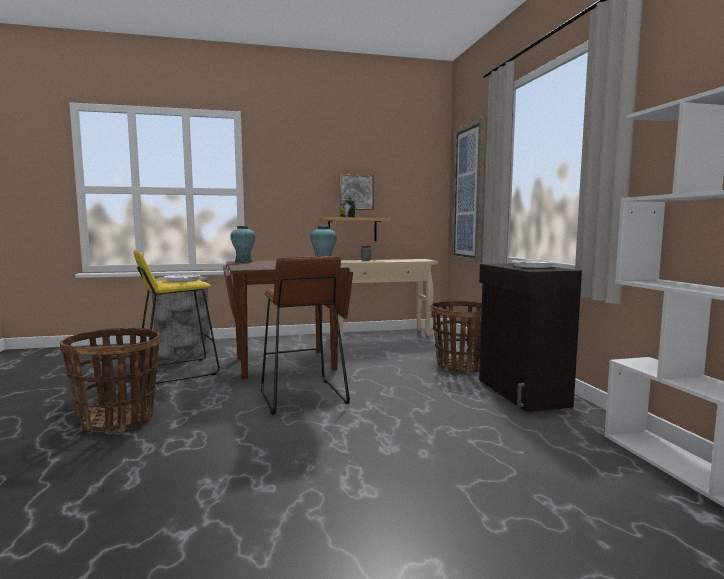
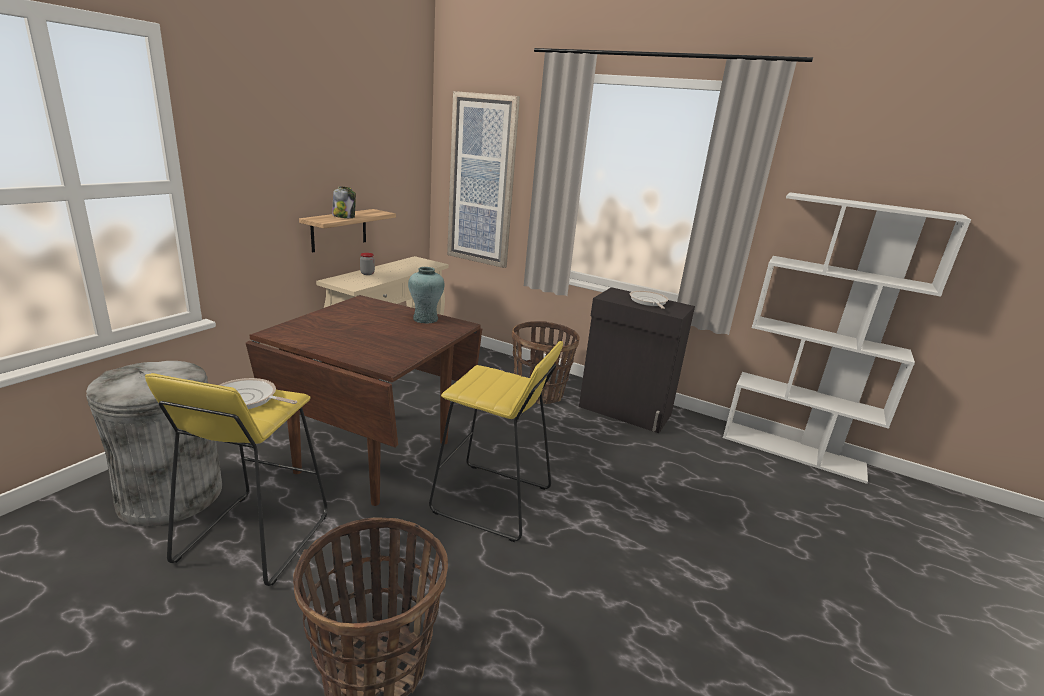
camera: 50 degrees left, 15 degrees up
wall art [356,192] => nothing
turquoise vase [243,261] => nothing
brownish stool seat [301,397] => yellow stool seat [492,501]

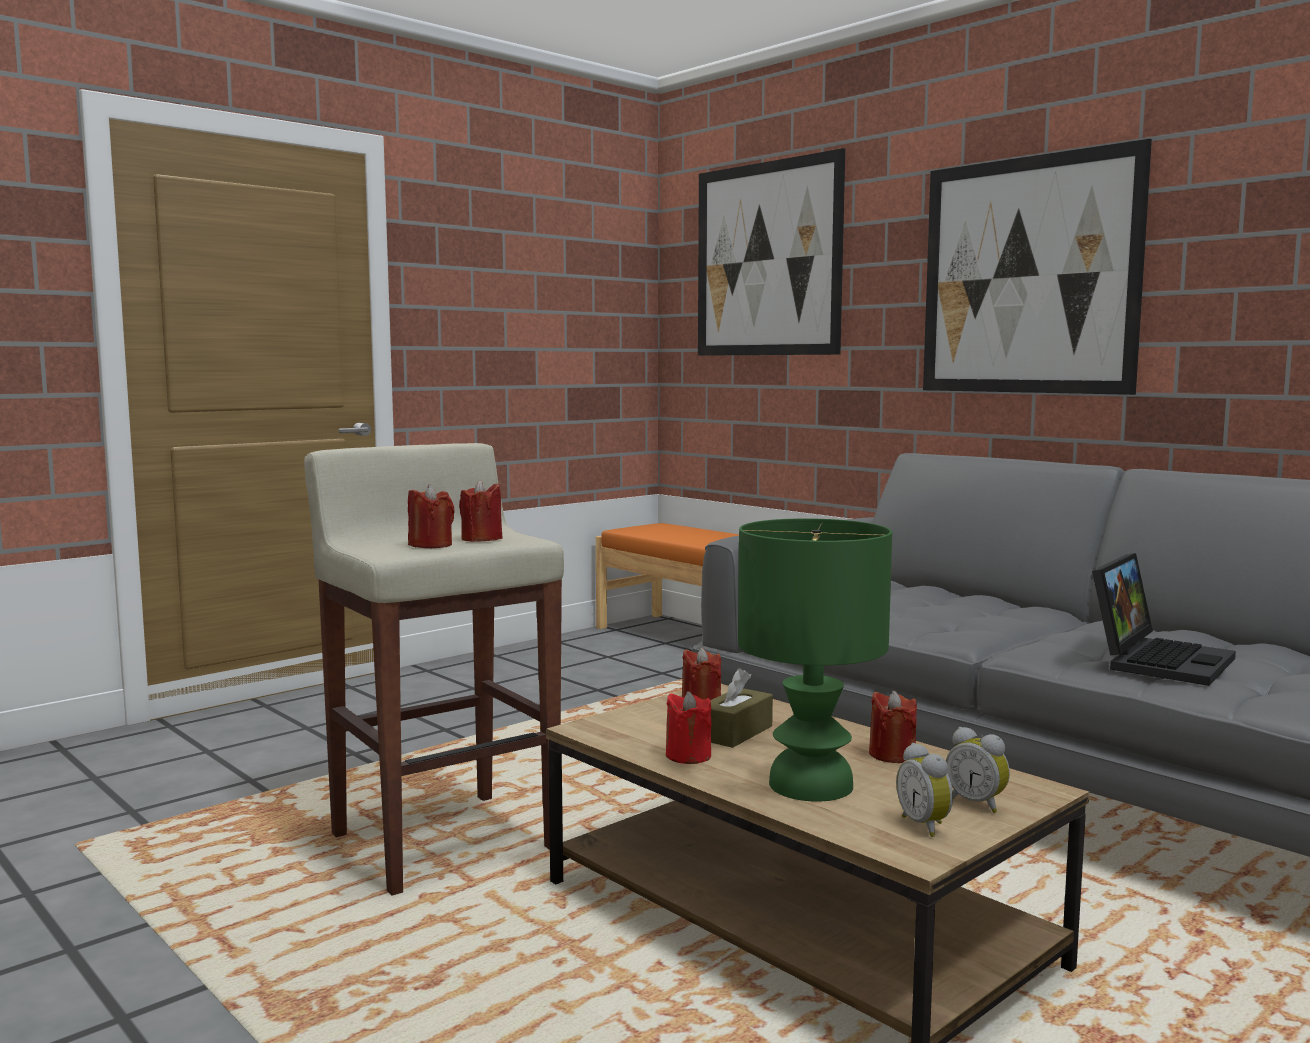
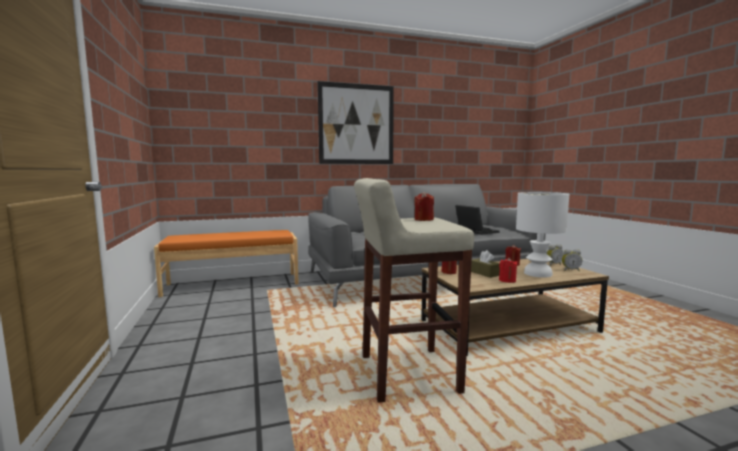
camera: 65 degrees left, 0 degrees up
wall art [767,259] => nothing
red candle [431,545] => nothing
green-coloured table lamp [808,785] => whitish table lamp [538,274]

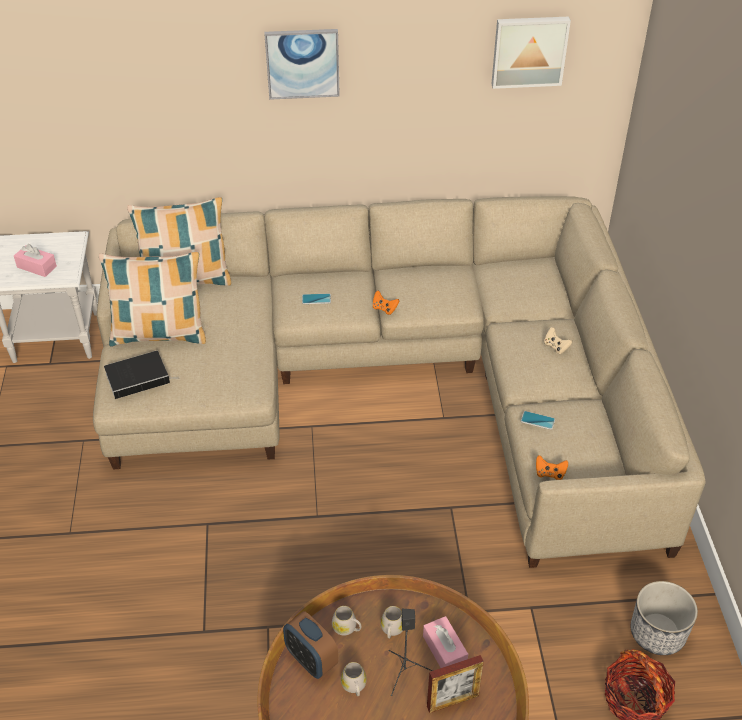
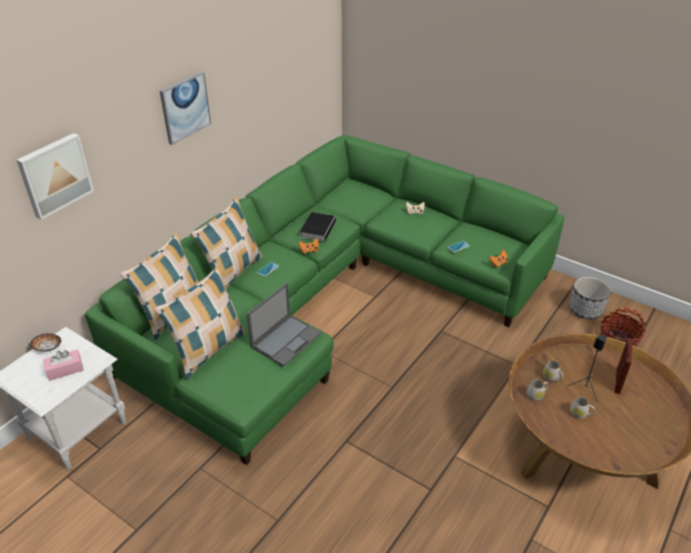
camera: 50 degrees left, 5 degrees down
wall art [529,51] => wall art [54,175], shifted
beige-coloured settee [394,382] => green-coloured settee [327,299]
book [139,377] => book [318,228], shifted
alarm clock [311,660] => nothing
pink-coloured box of tissues [444,650] => nothing
nothing => pillow [233,272]
nothing => portable computer [286,339]
nothing => bowl [48,348]

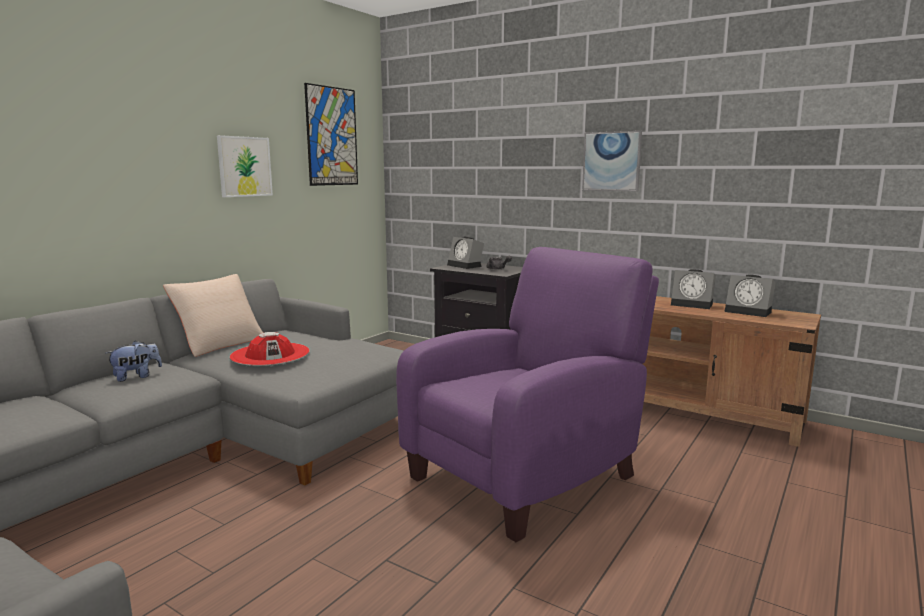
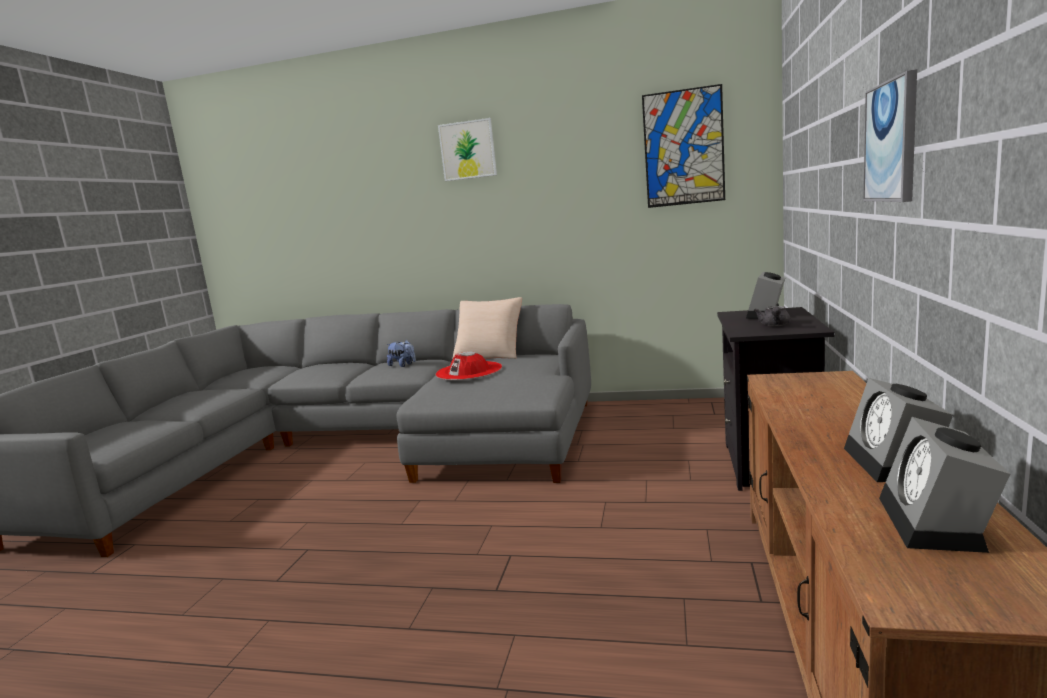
camera: 70 degrees right, 0 degrees up
wall art [244,166] => wall art [468,150], shifted
purple lounge chair [528,474] => nothing

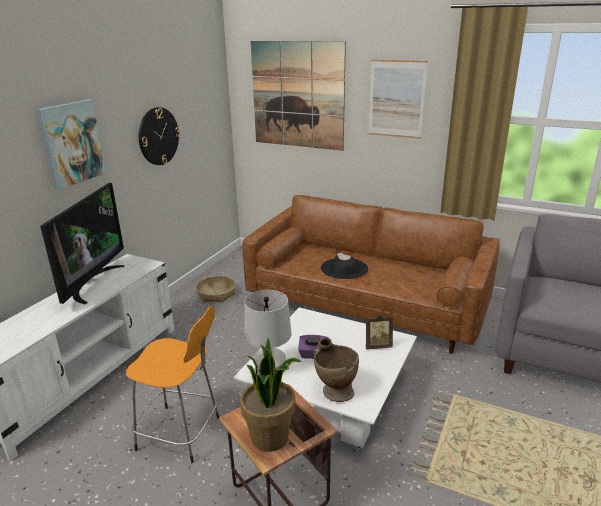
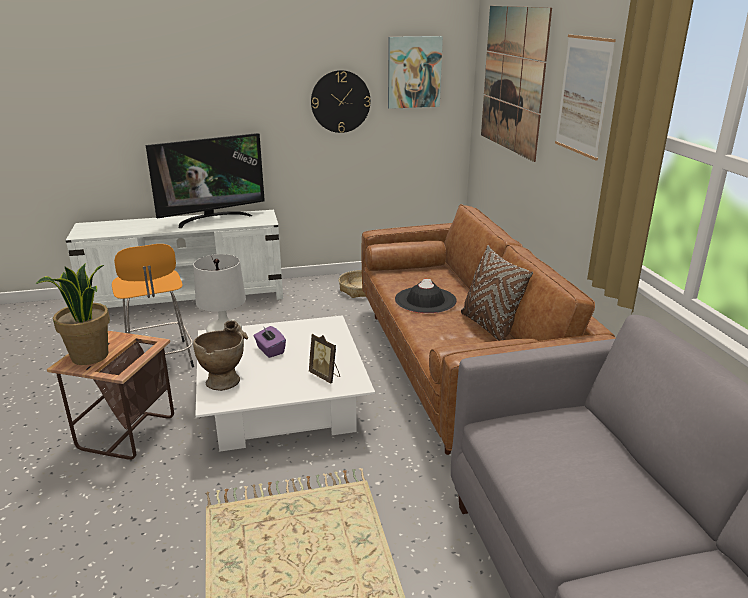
camera: 50 degrees right, 0 degrees up
wall art [72,143] => wall art [414,72], shifted
nothing => brownish pillow [489,327]

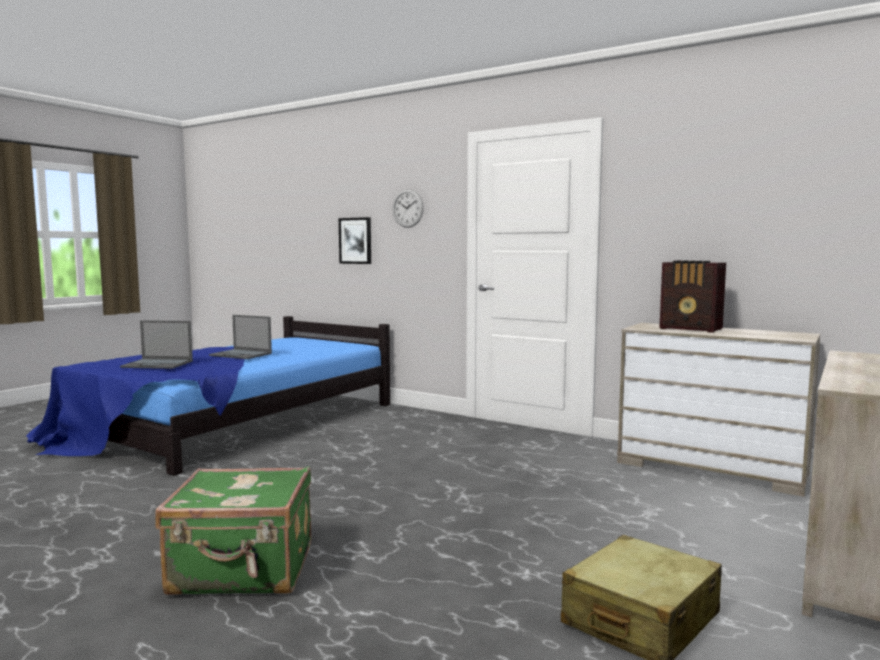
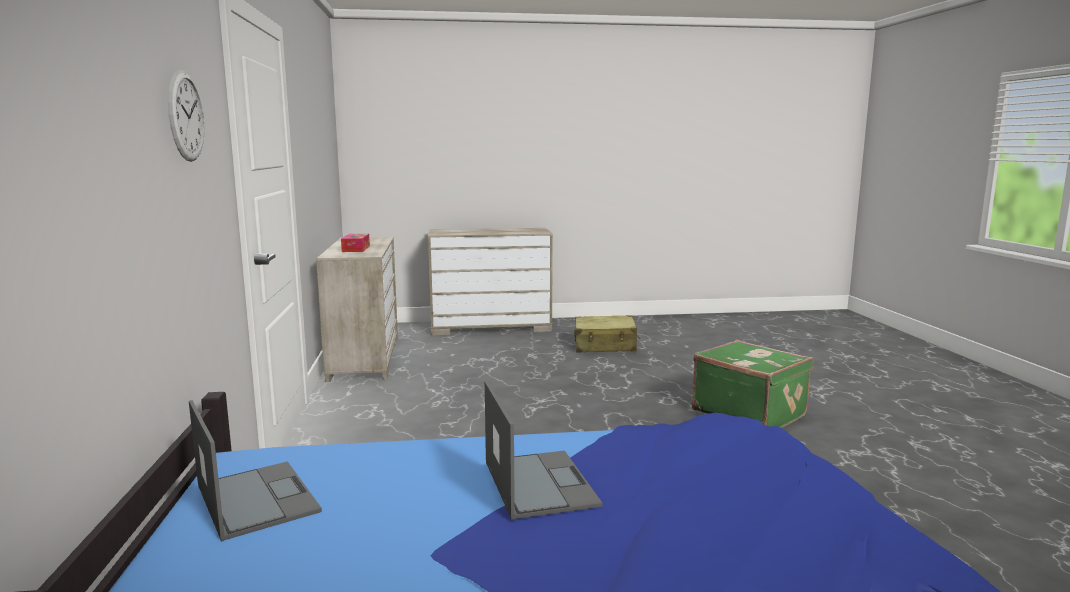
camera: 130 degrees left, 5 degrees up
wall art [355,240] => nothing
radio receiver [691,329] => box of tissues [356,249]
portable computer [158,364] => portable computer [256,498], shifted

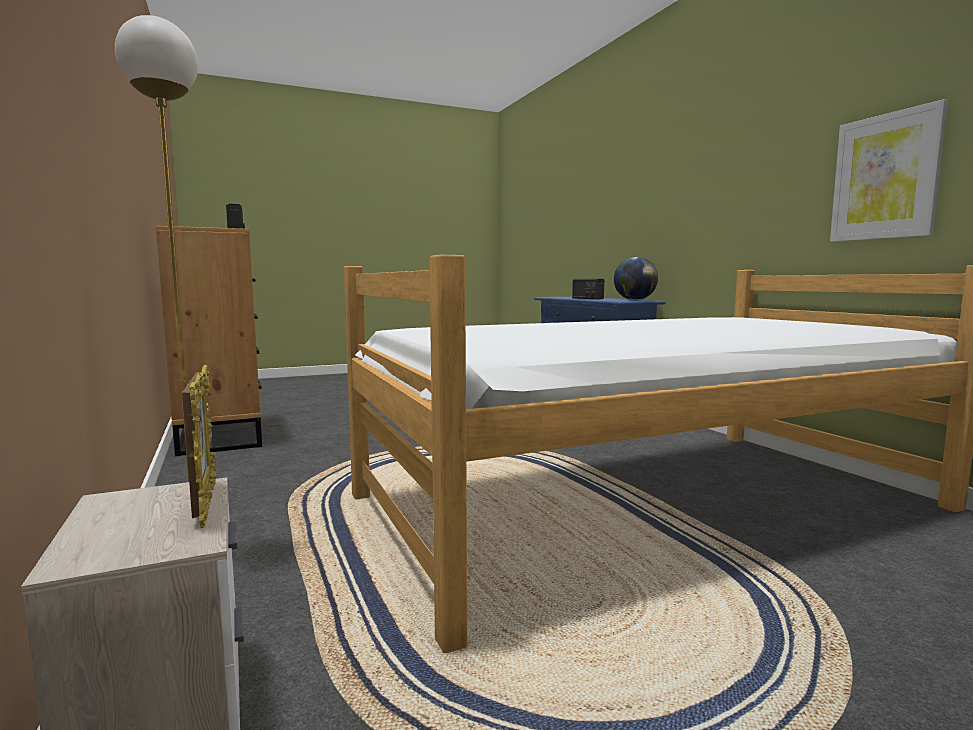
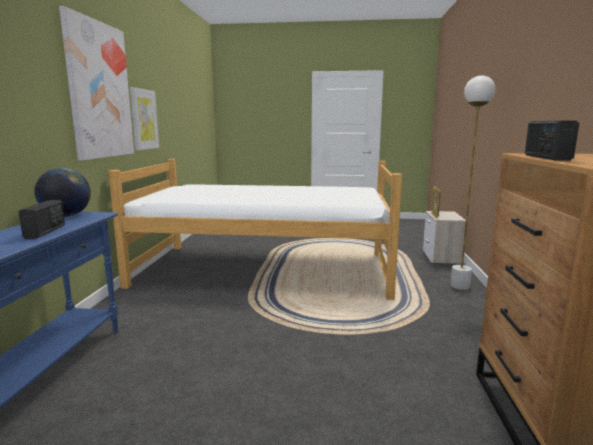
camera: 150 degrees left, 5 degrees up
nothing => wall art [99,91]

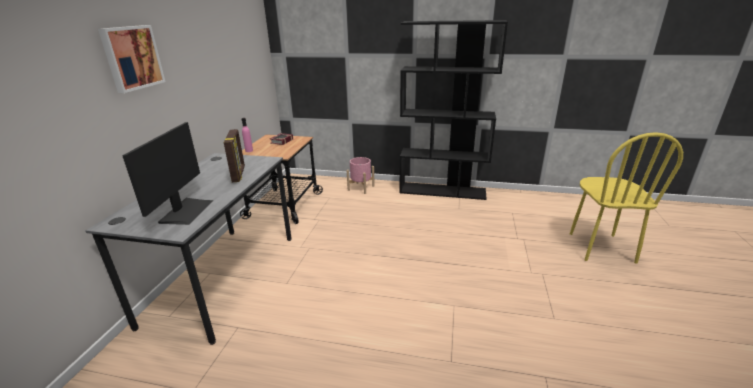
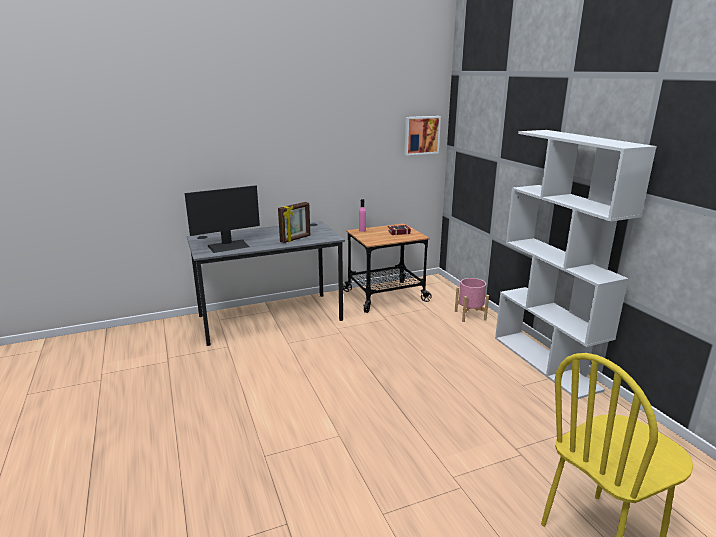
camera: 55 degrees right, 5 degrees down
blackish bookshelf [443,191] => whitish bookshelf [546,362]
wall art [131,57] => wall art [421,135], shifted

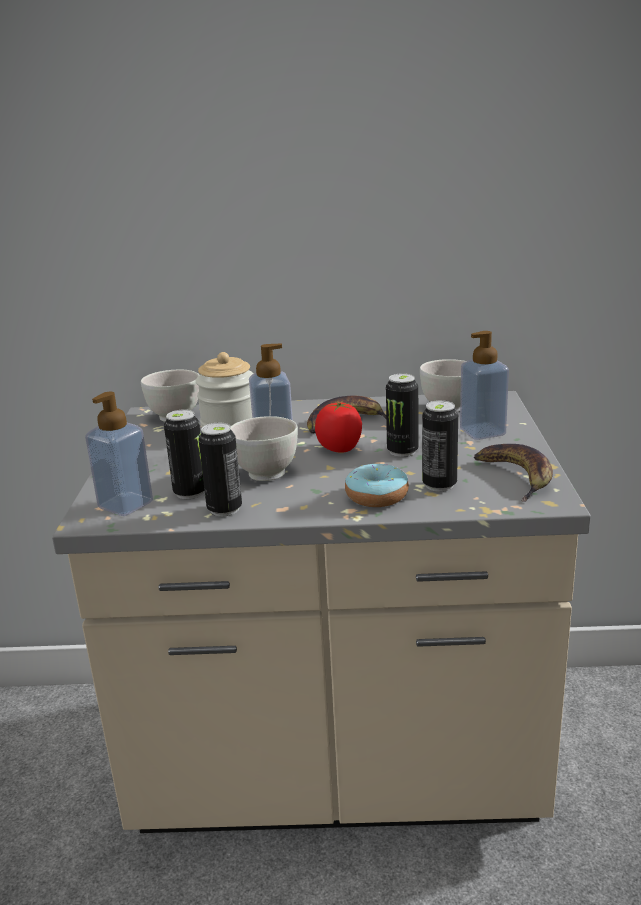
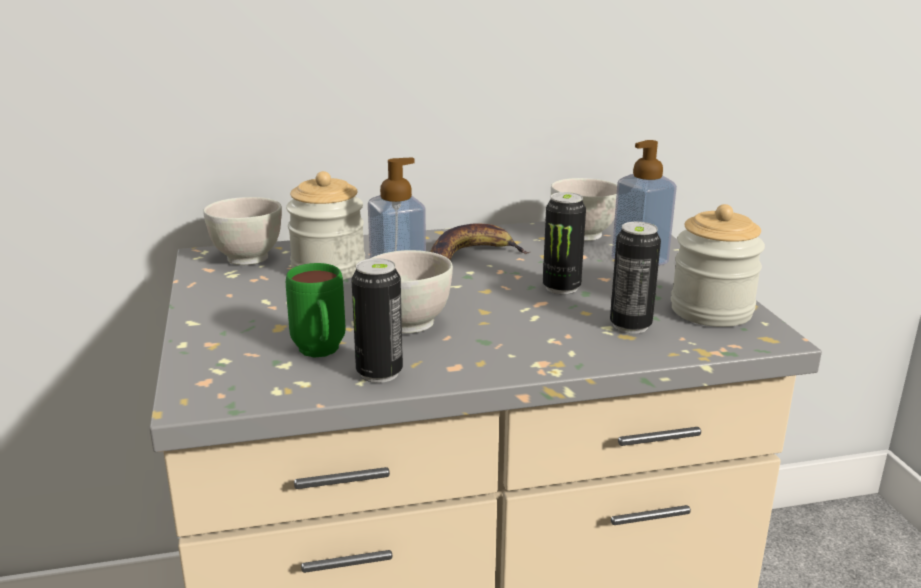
camera: 15 degrees left, 0 degrees up
liquid soap bottle [125,505] => nothing
fresh tomato [340,448] => nothing
can [190,493] => green-coloured tea mug [320,354]
banana fruit [516,476] => jar [711,310]
ring doughnut [376,496] => nothing

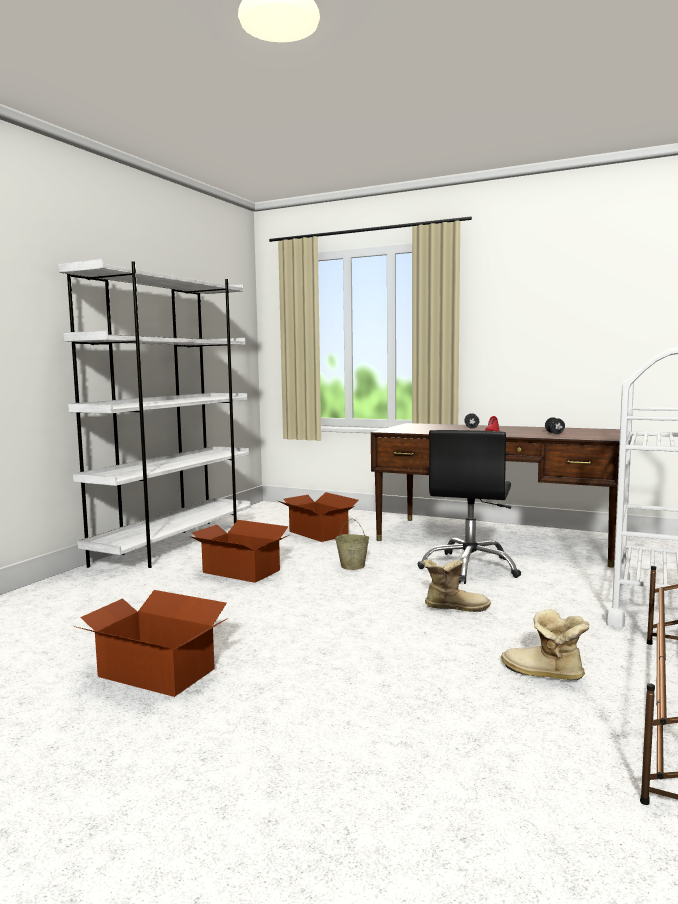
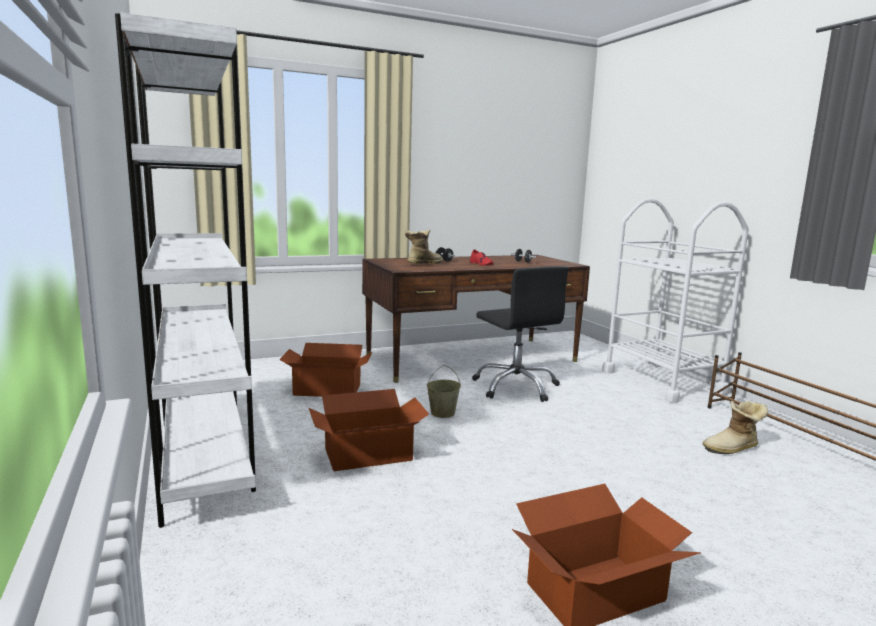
camera: 50 degrees left, 5 degrees up
tall boot [454,607] => tall boot [422,264], shifted

